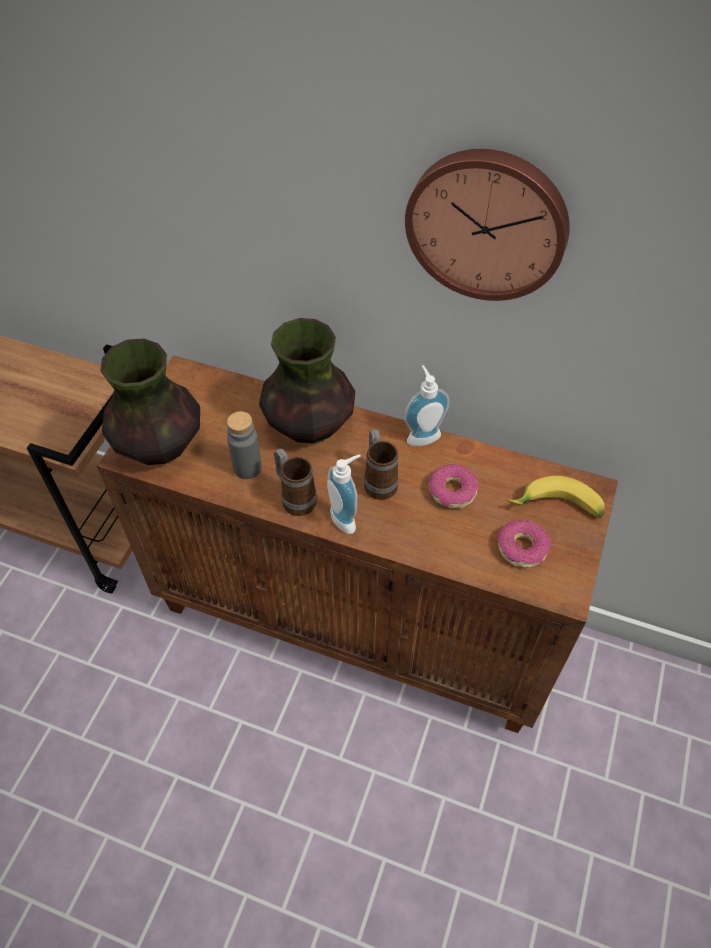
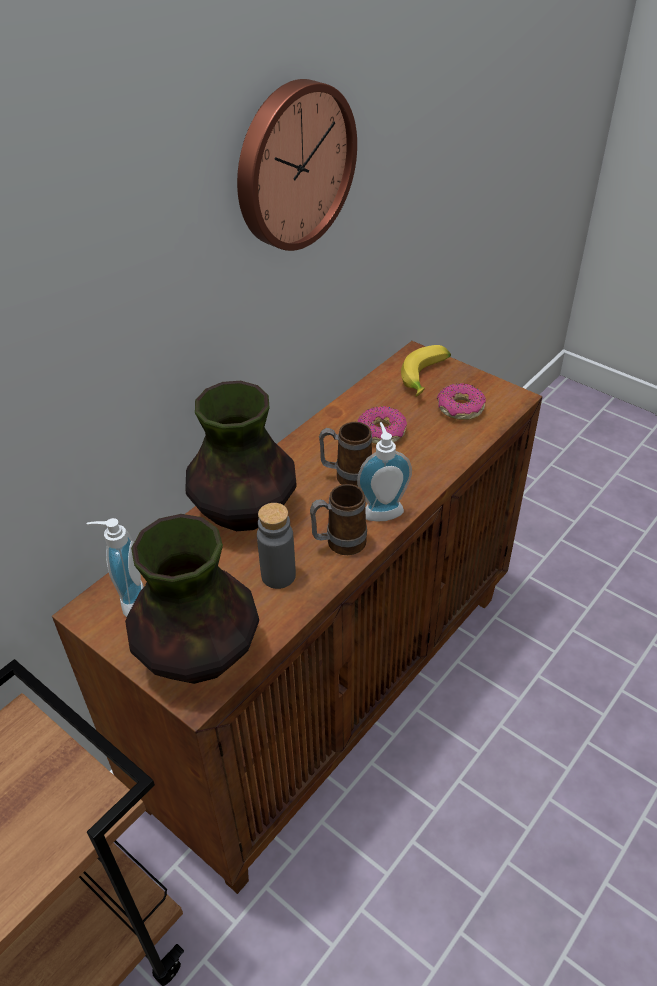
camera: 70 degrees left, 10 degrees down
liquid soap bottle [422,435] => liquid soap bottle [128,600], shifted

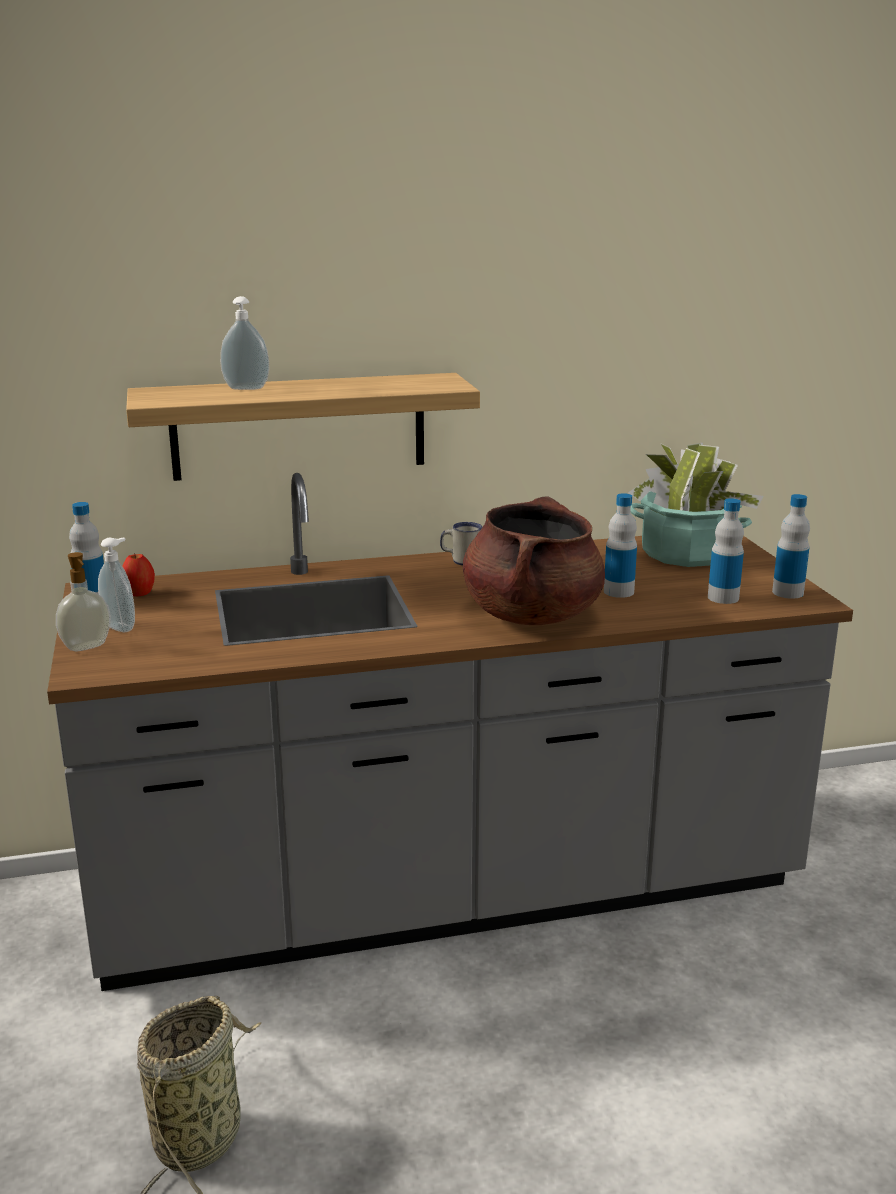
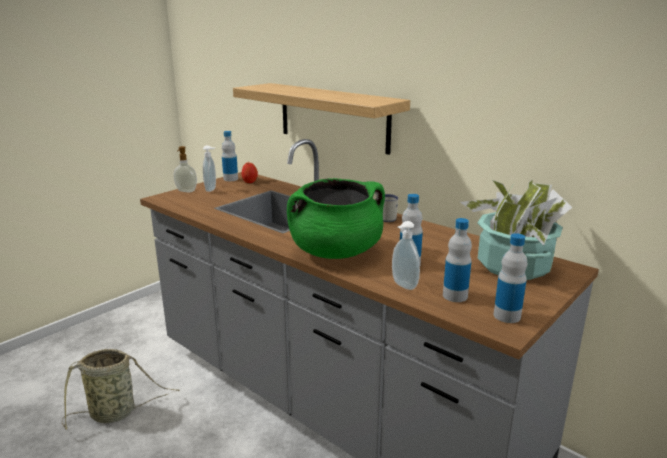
camera: 55 degrees right, 0 degrees up
liquid soap bottle [246,389] => liquid soap bottle [403,286], shifted
brownish stockpot [532,615] => green-coloured stockpot [336,252]

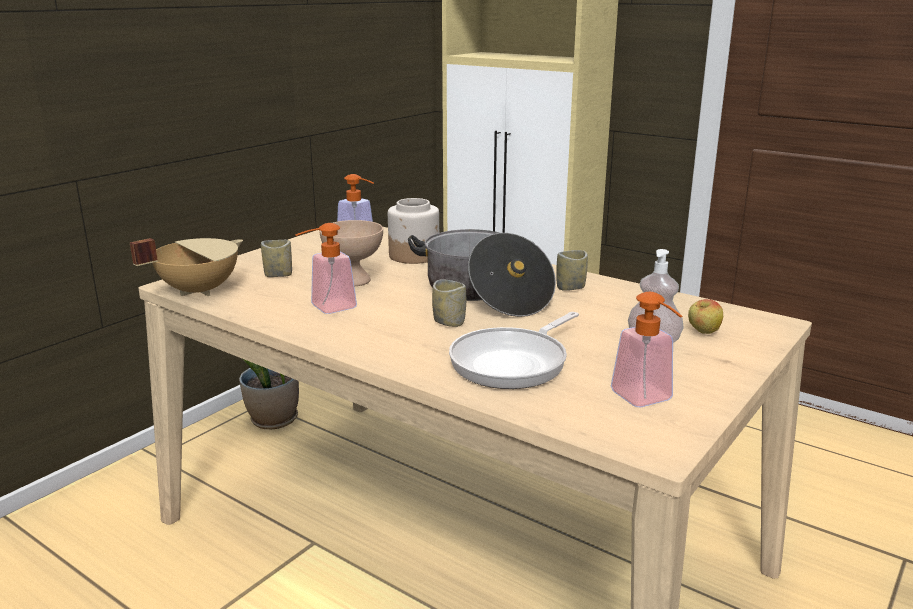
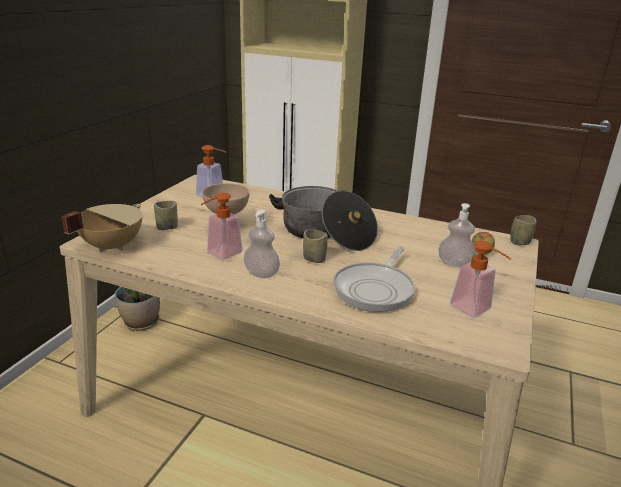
camera: 15 degrees left, 5 degrees up
jar [415,255] => nothing
drinking cup [570,287] => drinking cup [520,242], shifted
nothing => liquid soap bottle [261,273]

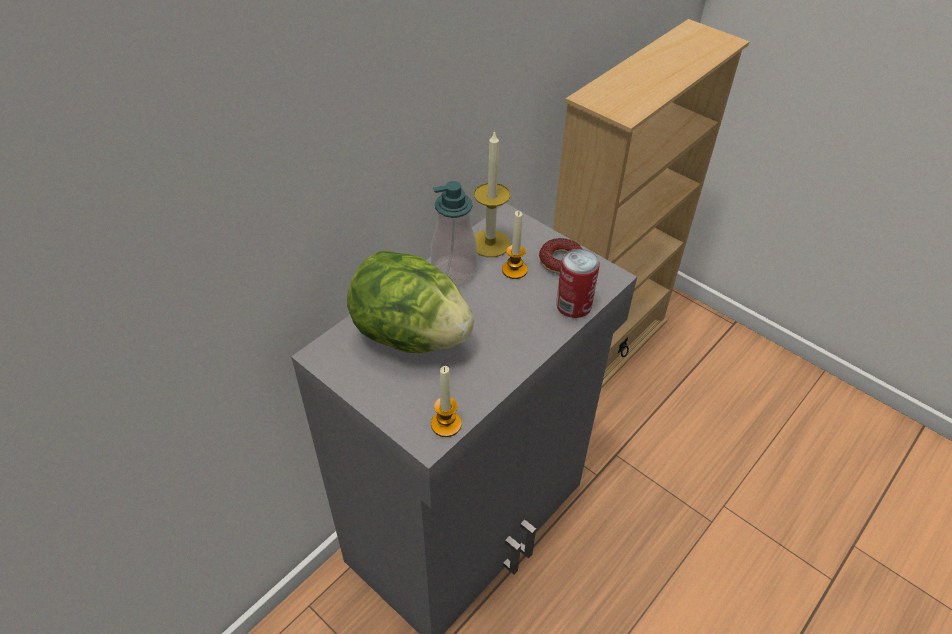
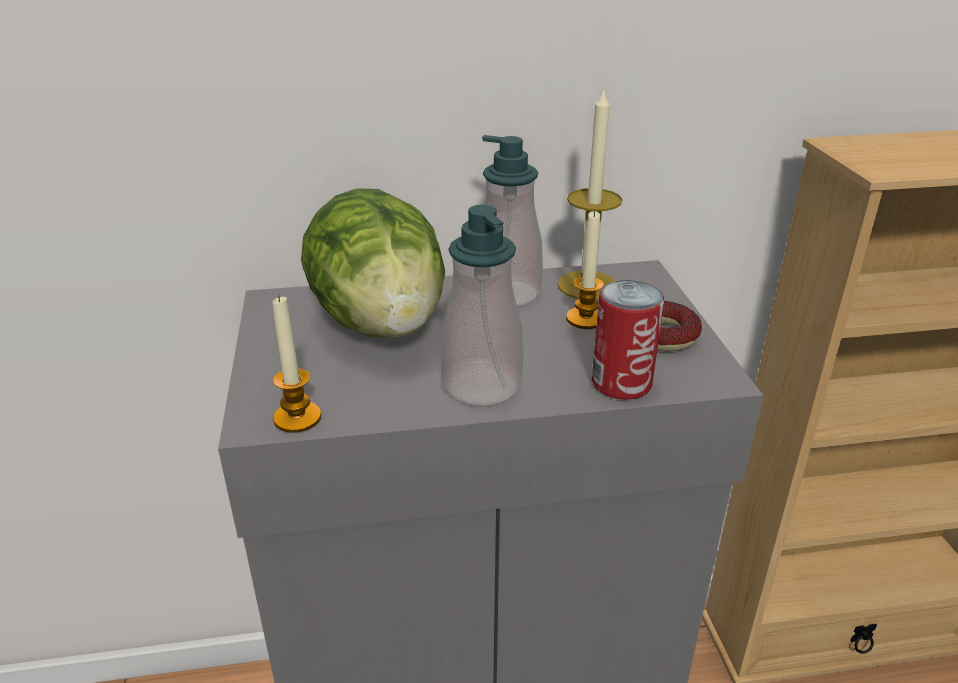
camera: 40 degrees right, 15 degrees down
nothing => liquid soap bottle [481,385]

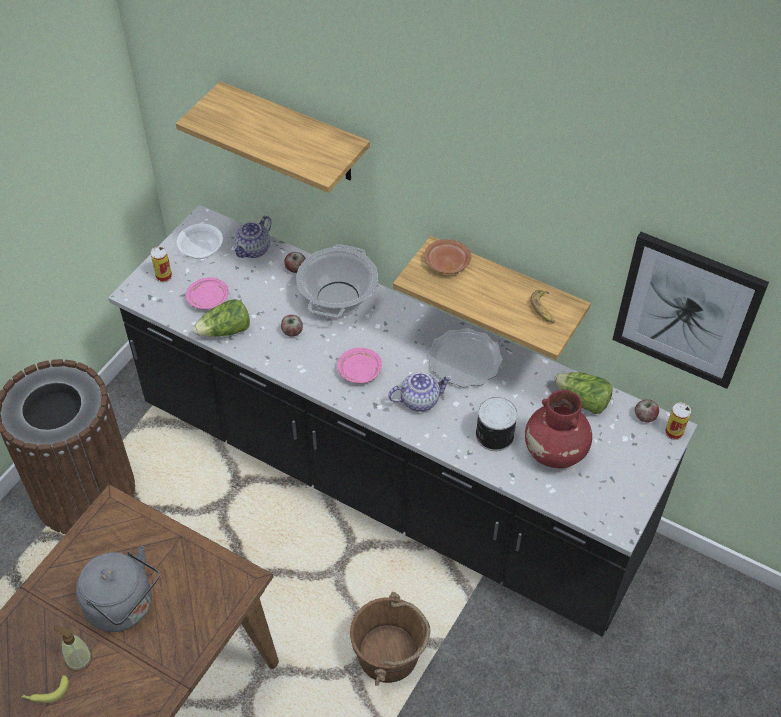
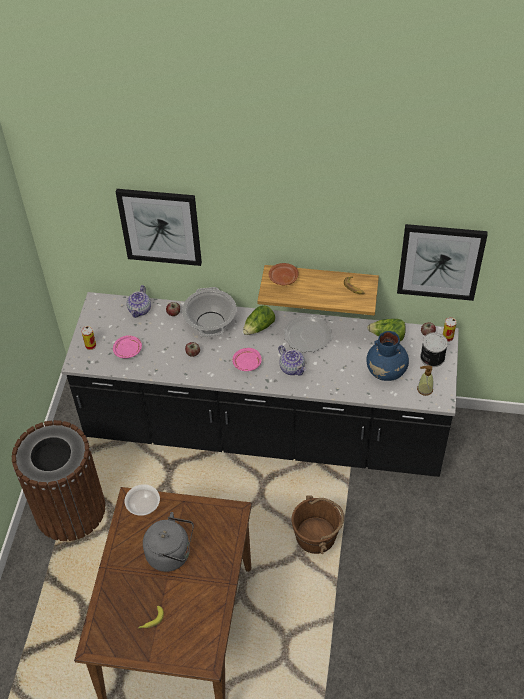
camera: 20 degrees left, 0 degrees up
wall shelf [295,133] => wall art [160,226]
bowl [201,250] => bowl [143,505], shifted
head of lettuce [225,331] => head of lettuce [259,327], shifted
teapot [420,400] => teapot [292,368], 90 degrees clockwise
red vase [555,452] => blue vase [386,371]
can [493,435] => can [431,357], shifted
liquid soap bottle [78,659] => liquid soap bottle [424,389], shifted

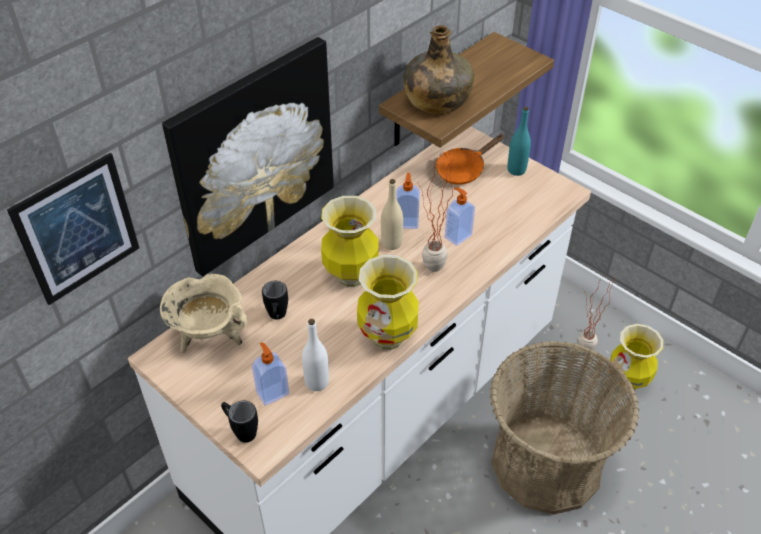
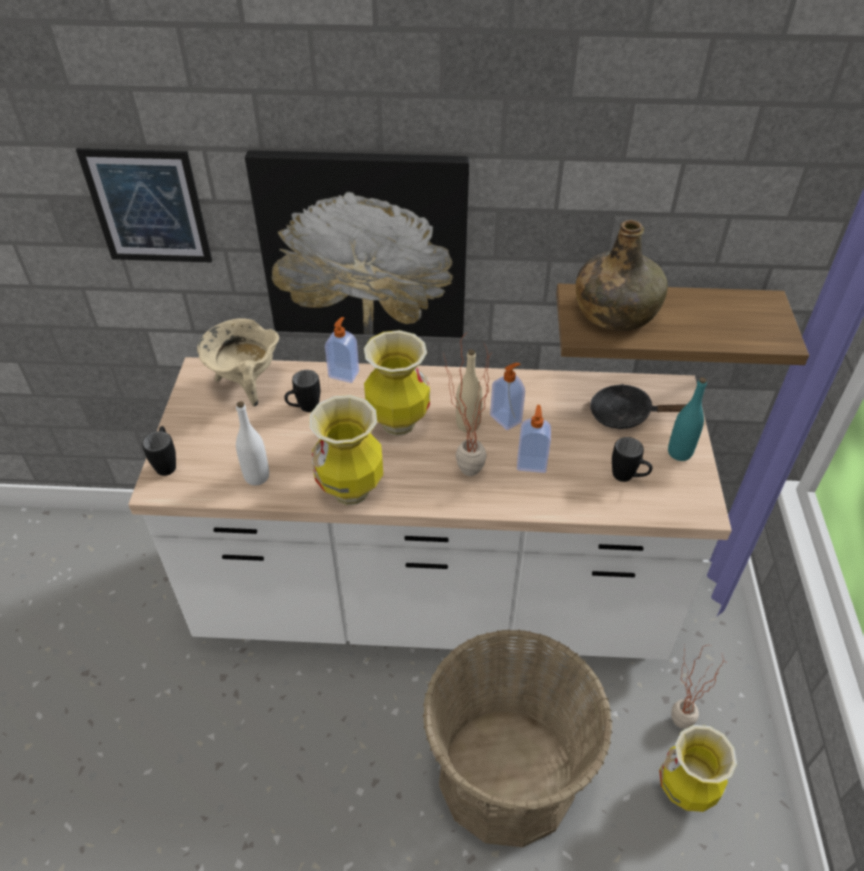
camera: 50 degrees right, 0 degrees up
orange pan [463,170] => blackish pan [627,415]
liquid soap bottle [272,392] => liquid soap bottle [344,374], shifted
nothing => blackish tea mug [628,478]

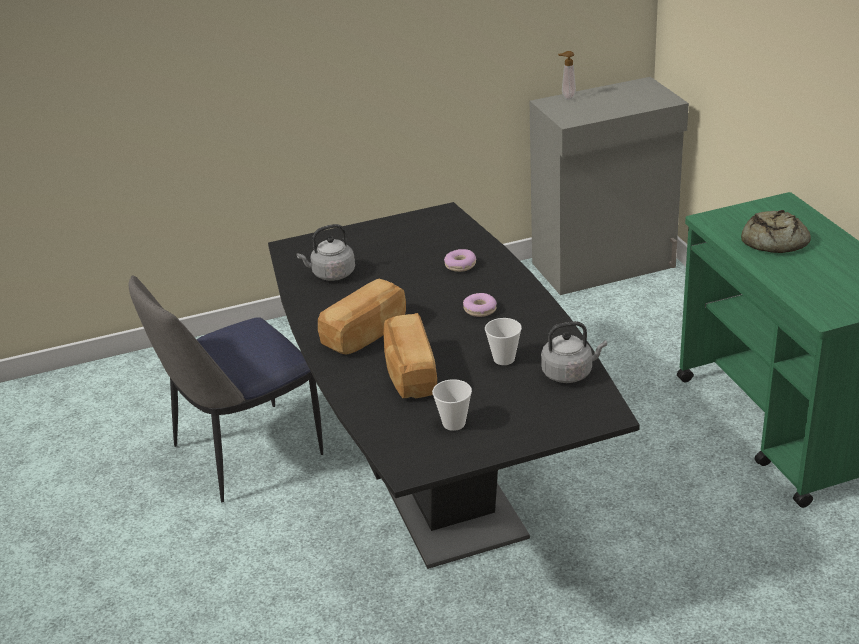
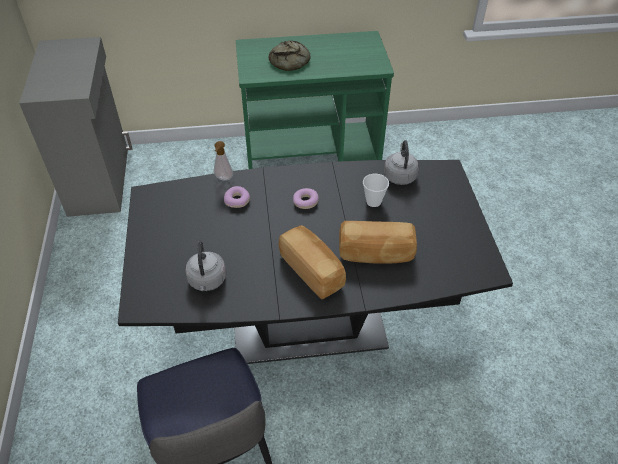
camera: 80 degrees left, 15 degrees up
liquid soap bottle [567,98] => liquid soap bottle [223,179], shifted
drinking cup [454,423] => nothing

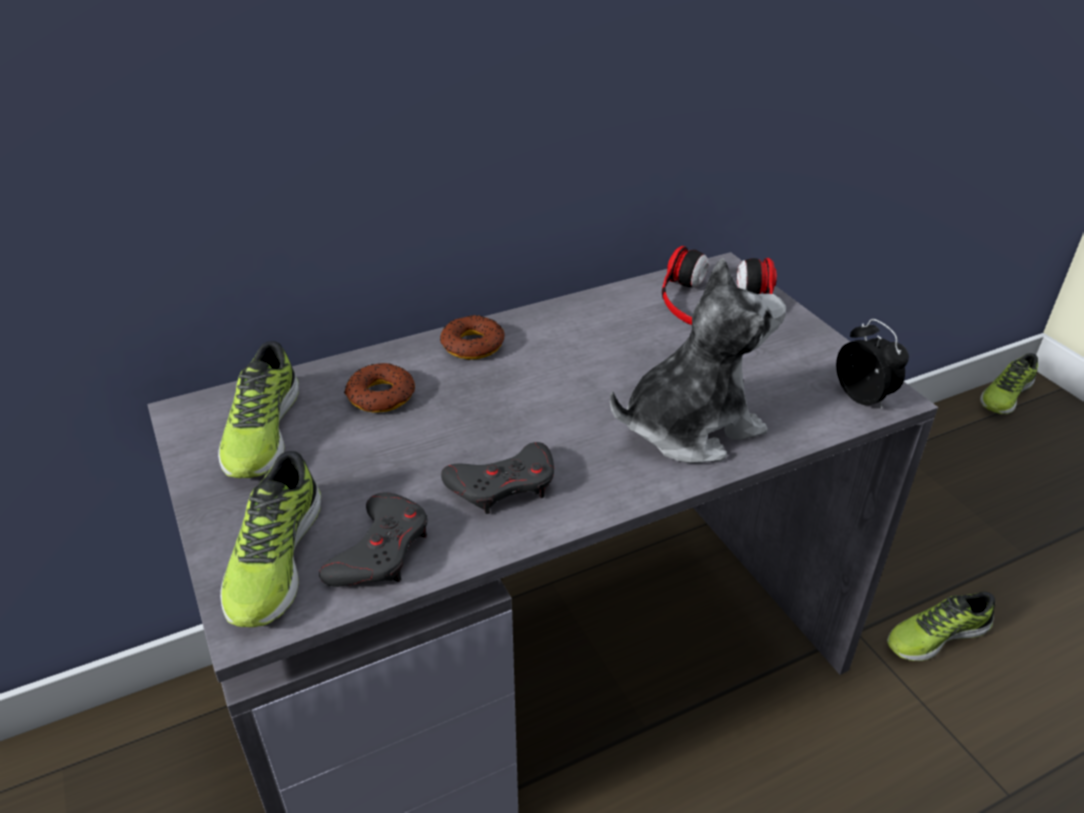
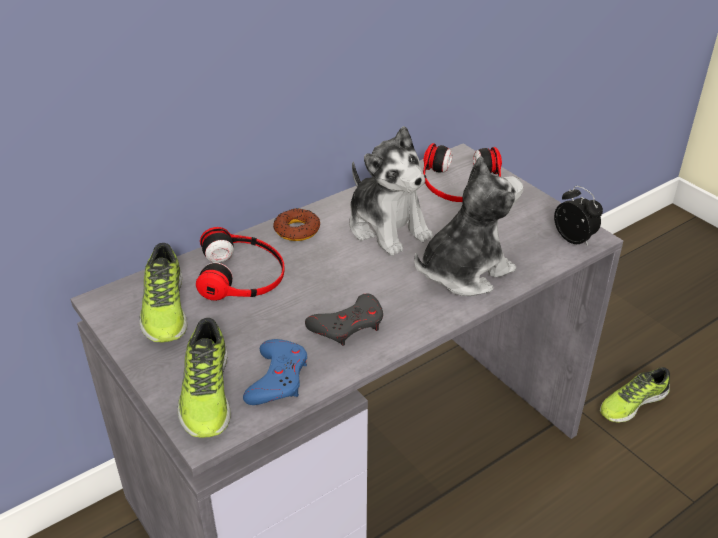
camera: 10 degrees left, 0 degrees up
shoe [1005,395] => nothing
ring doughnut [380,396] => headphones [242,274]
grey gamepad [380,550] => blue gamepad [277,378]
nothing => plush toy [387,227]

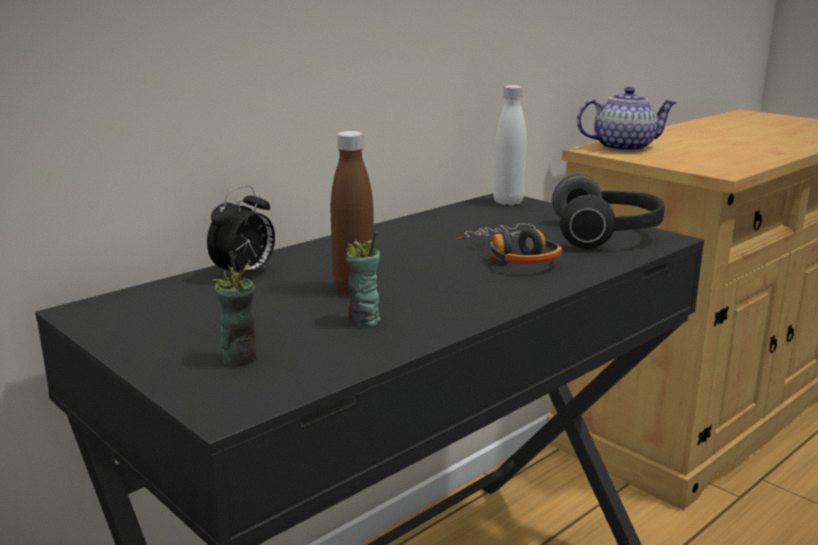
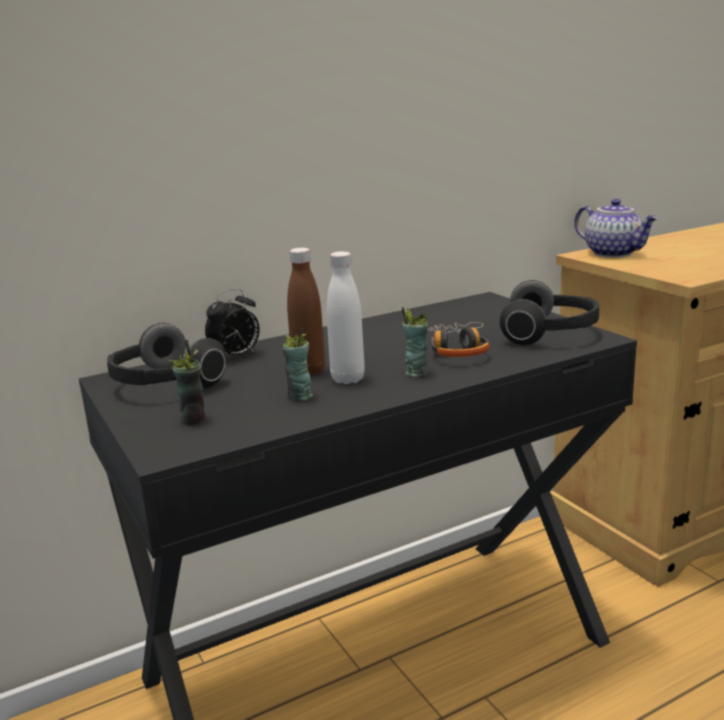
camera: 15 degrees right, 0 degrees up
whitish drink bottle [508,202] => whitish drink bottle [347,379], shifted
teapot [623,147] => teapot [614,253], 45 degrees clockwise
nothing => drinking cup [416,372]
nothing => headphones [164,384]

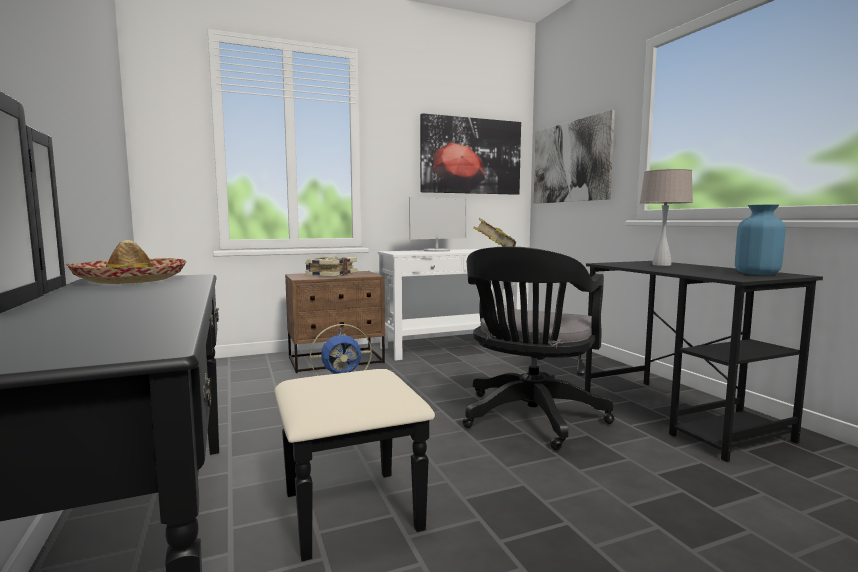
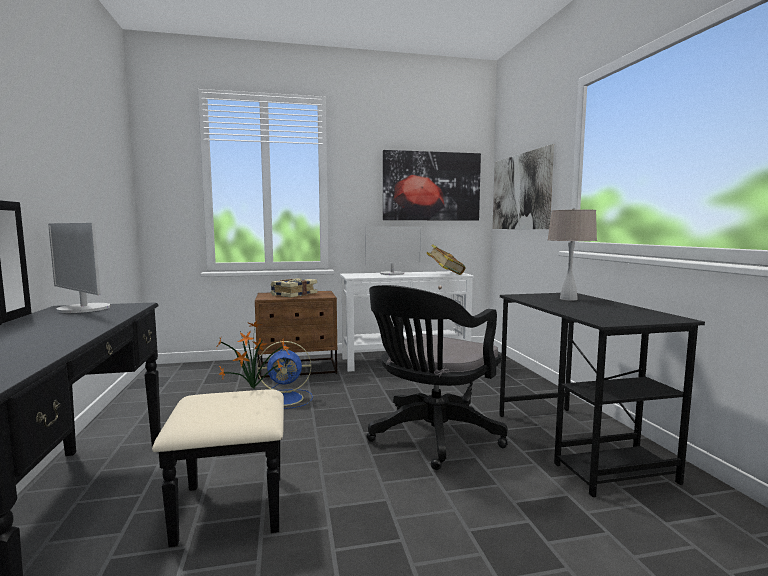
camera: 10 degrees right, 0 degrees up
blue vase [757,273] => nothing
hat [129,280] => computer display [83,309]
nothing => plant in a pot [255,389]

